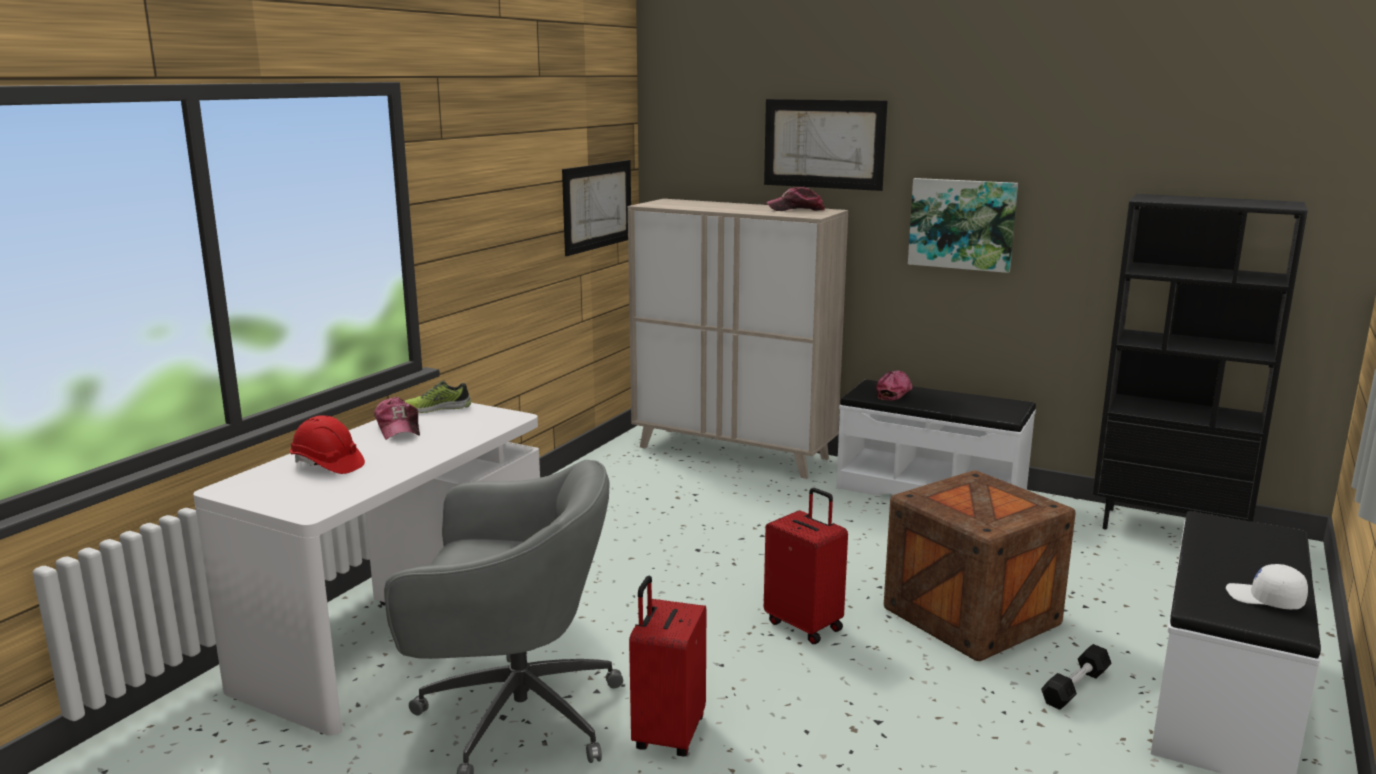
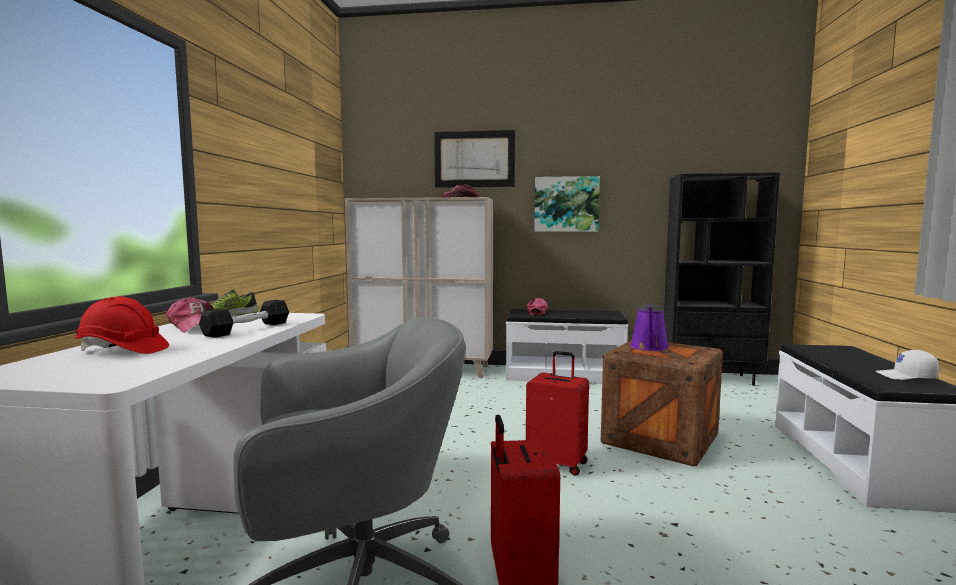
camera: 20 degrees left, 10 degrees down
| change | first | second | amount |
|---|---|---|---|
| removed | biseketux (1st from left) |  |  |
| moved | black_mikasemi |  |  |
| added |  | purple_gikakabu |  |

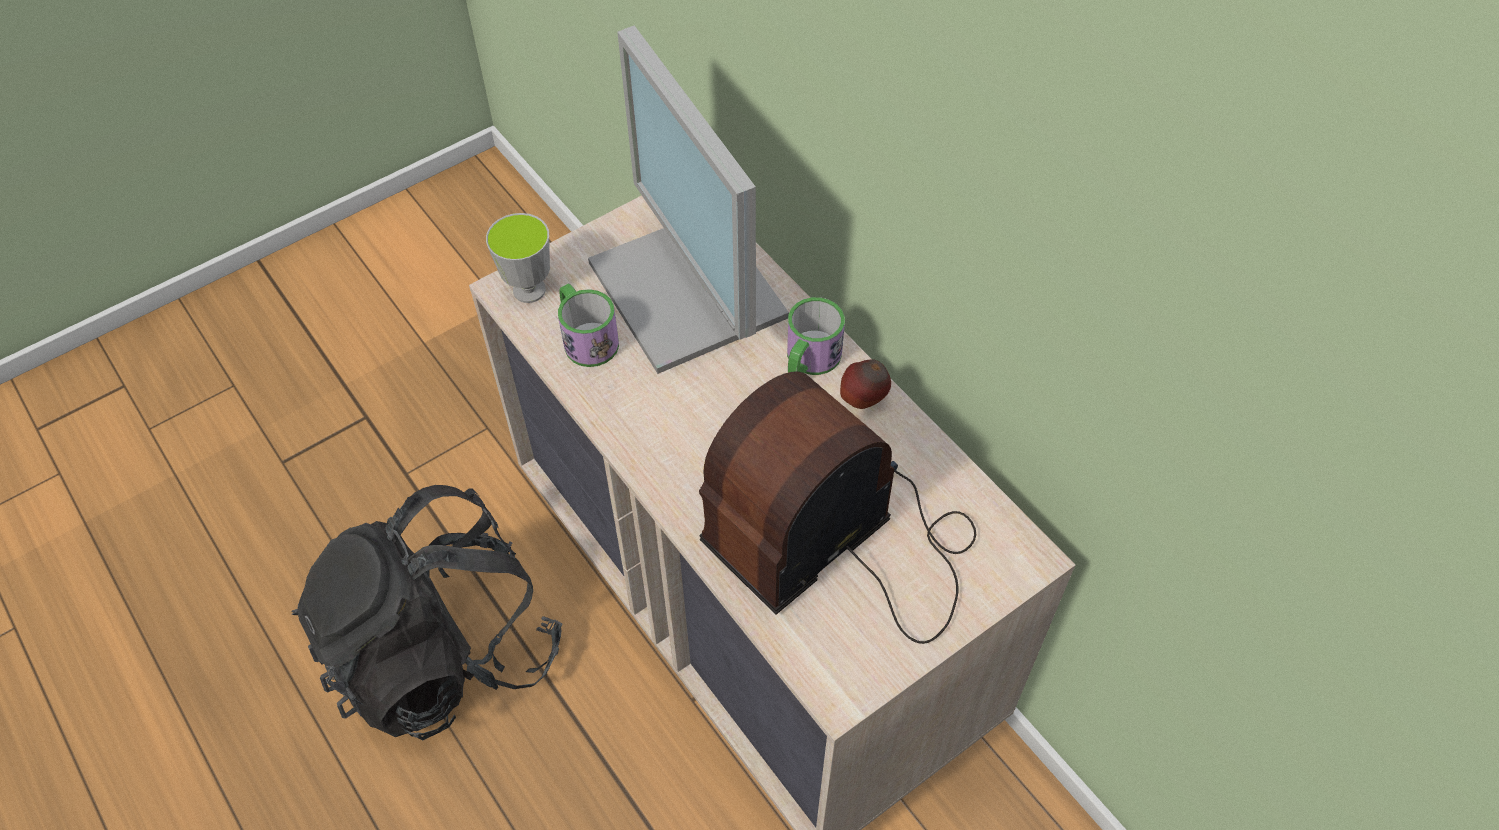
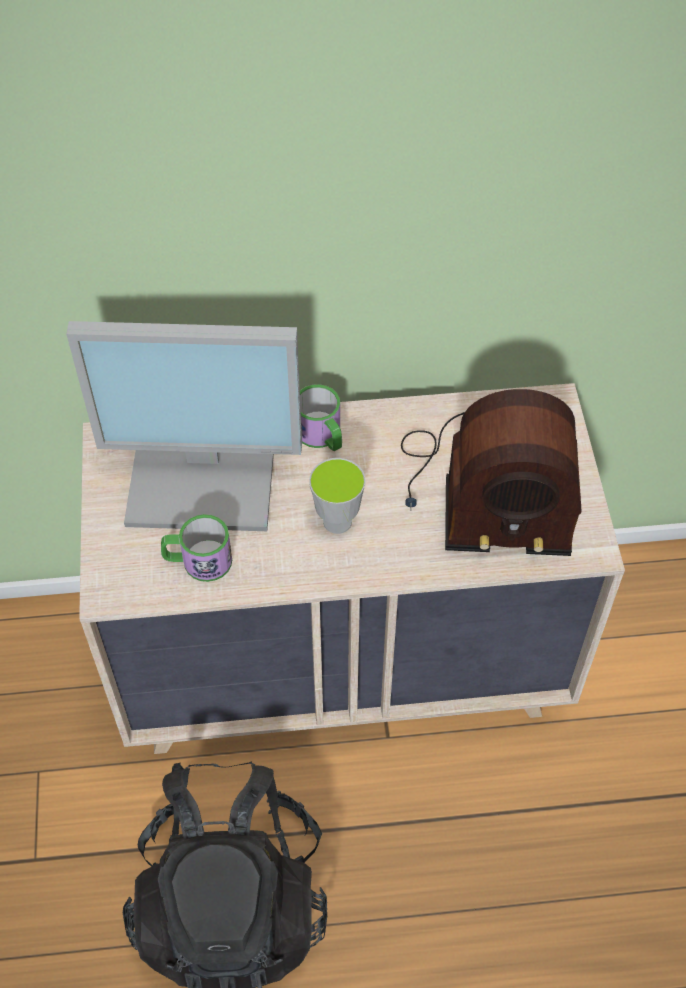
camera: 60 degrees left, 0 degrees up
| change | first | second | amount |
|---|---|---|---|
| moved | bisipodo |  |  |
| removed | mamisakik |  |  |
| turned | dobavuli |  | 75 degrees counterclockwise |

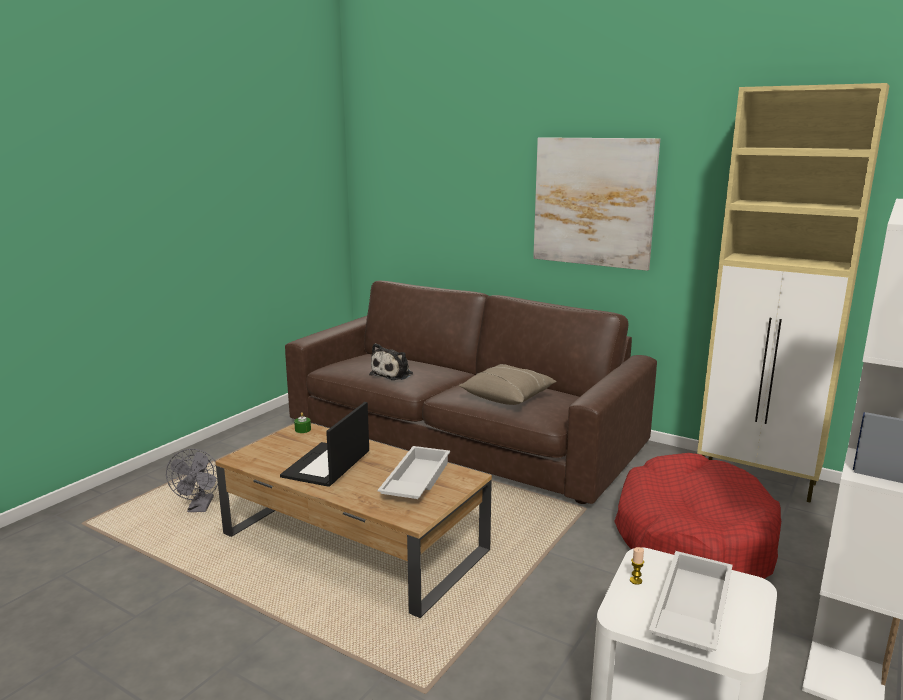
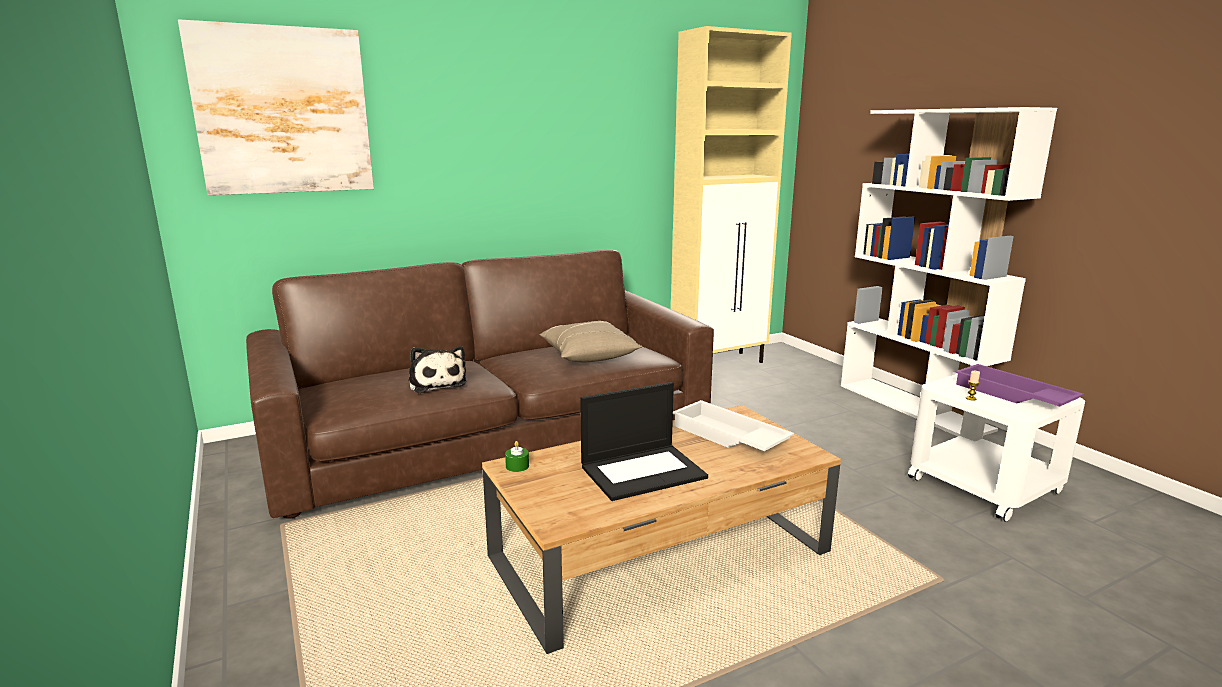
camera: 60 degrees left, 0 degrees up
| change | first | second | amount |
|---|---|---|---|
| moved | biseketux |  |  |
| turned | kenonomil |  | 75 degrees counterclockwise |
| removed | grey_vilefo |  |  |
| removed | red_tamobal |  |  |
| recoloured | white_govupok (2nd from left) | purple_govupok |  |

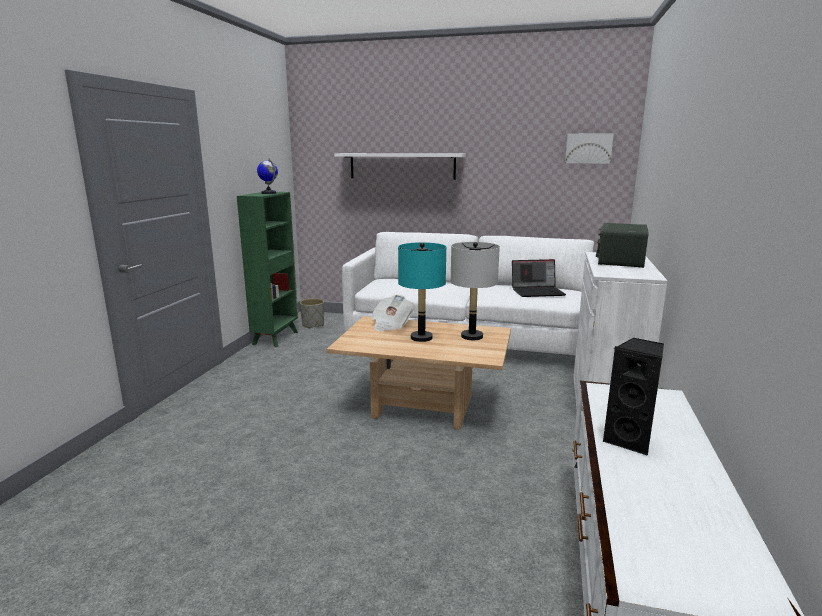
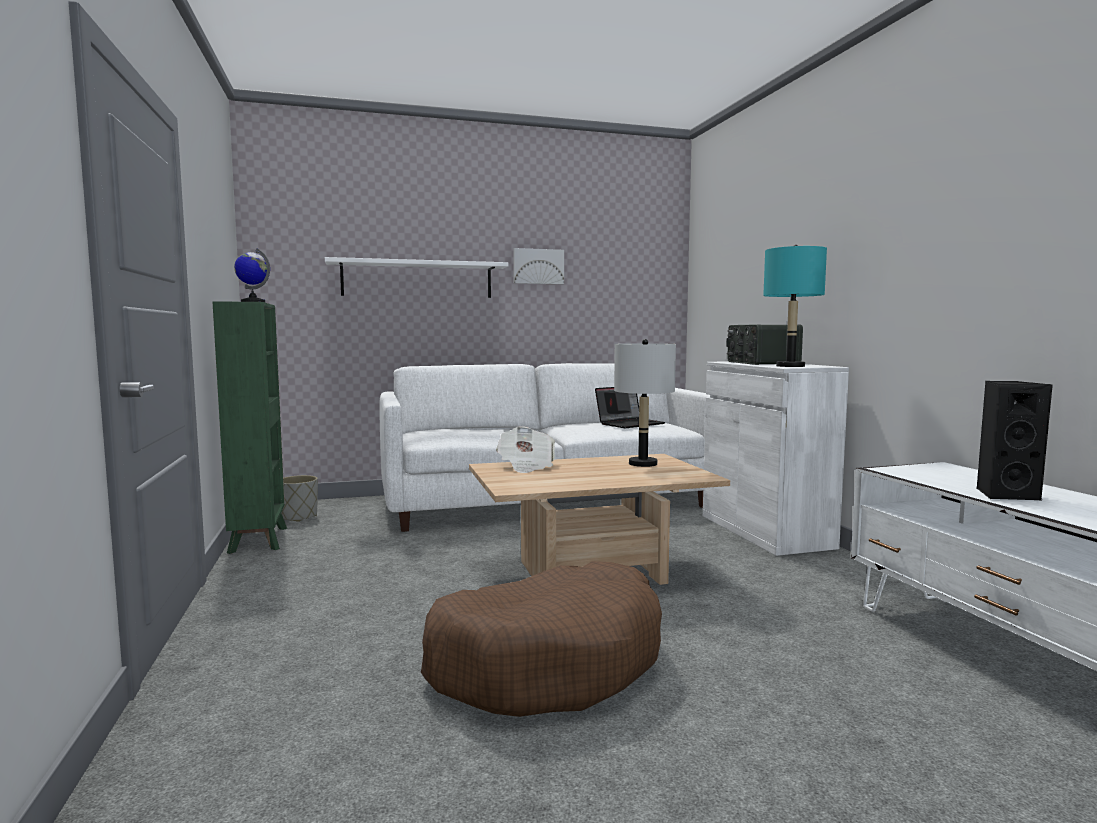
camera: 30 degrees left, 10 degrees down
| change | first | second | amount |
|---|---|---|---|
| moved | biseketux |  |  |
| moved | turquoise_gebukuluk |  |  |
| added |  | brown_tamobal |  |

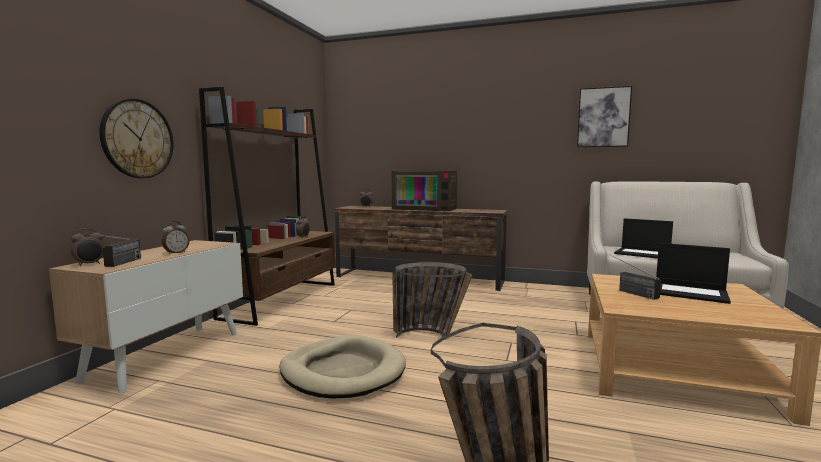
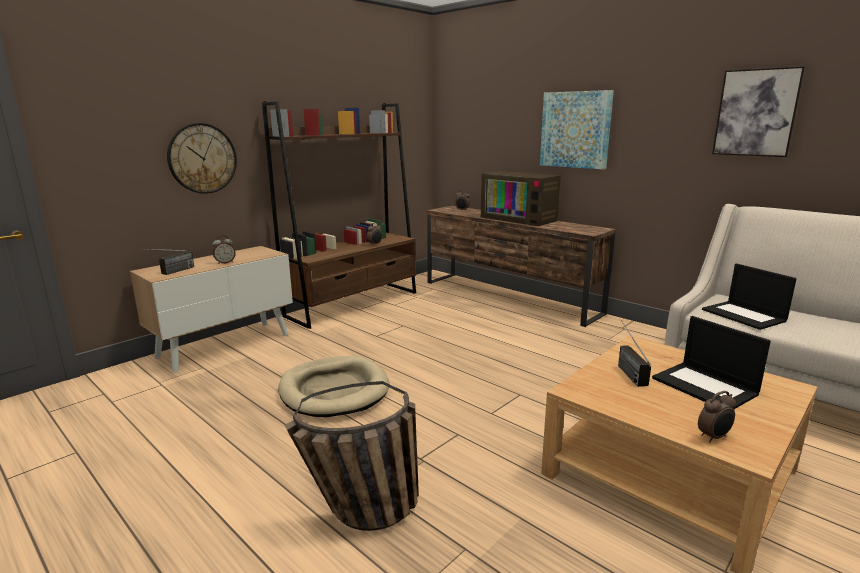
camera: 25 degrees right, 10 degrees up
| change | first | second | amount |
|---|---|---|---|
| moved | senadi (1st from left in the first image) | senadi (4th from left) |  |
| removed | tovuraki (1st from left) |  |  |
| added |  | biseketux (1st from left) |  |

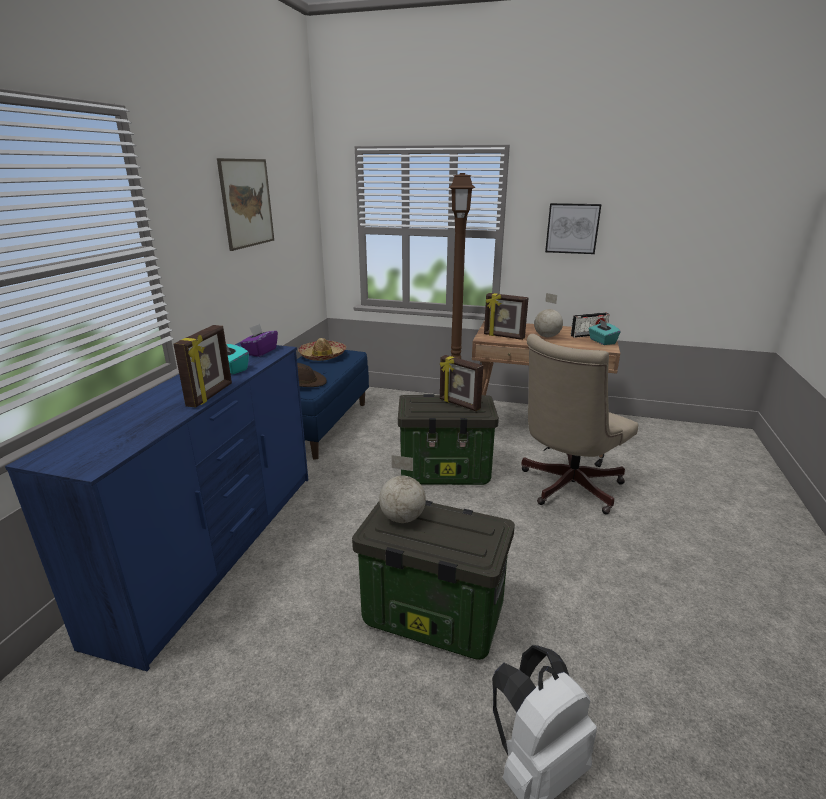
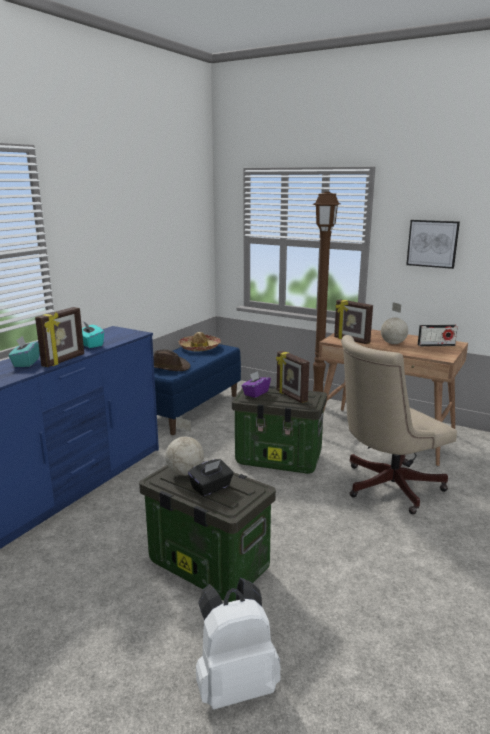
camera: 15 degrees right, 5 degrees down
| change | first | second | amount |
|---|---|---|---|
| removed | biseketux (1st from left) |  |  |
| moved | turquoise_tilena (2nd from left in the first image) | turquoise_tilena (1st from left) |  |
| moved | purple_tilena |  |  |
| added |  | black_tilena |  |

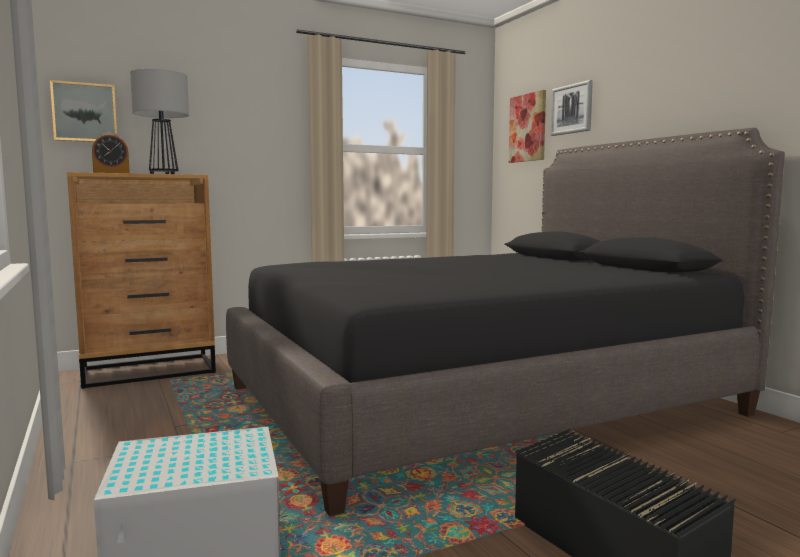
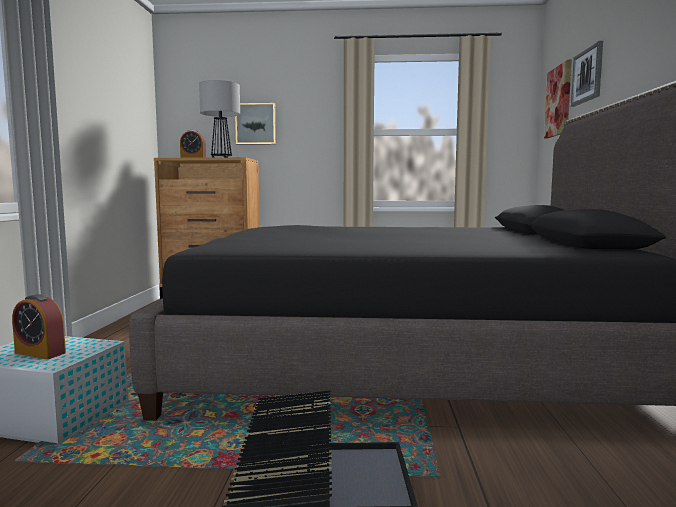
camera: 30 degrees right, 0 degrees up
| change | first | second | amount |
|---|---|---|---|
| moved | biseketux (1st from left) |  |  |
| added |  | senadi (1st from left) |  |

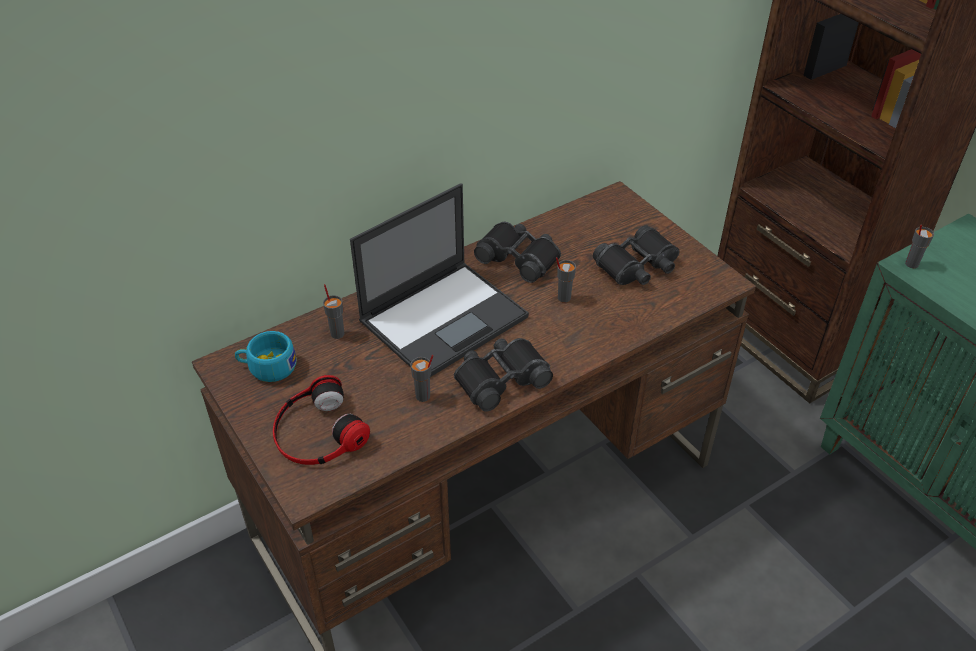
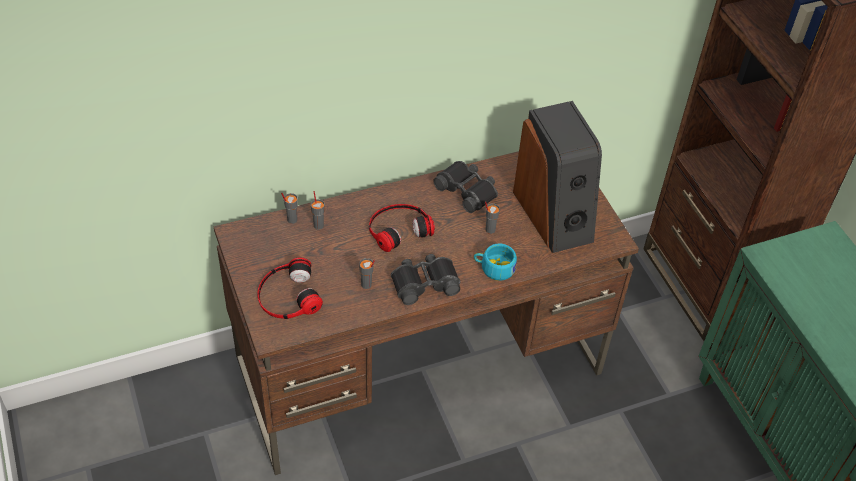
camera: 10 degrees right, 5 degrees up
| change | first | second | amount |
|---|---|---|---|
| replaced | kenonomil | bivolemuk (2nd from left) |  |
| replaced | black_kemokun (3rd from left) | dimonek |  |
| moved | grey_bisipodo (4th from left in the first image) | grey_bisipodo (1st from left) |  |
| moved | turquoise_bisipodo |  |  |

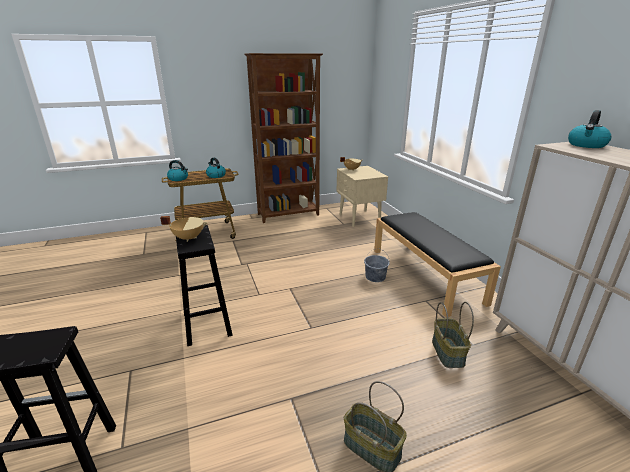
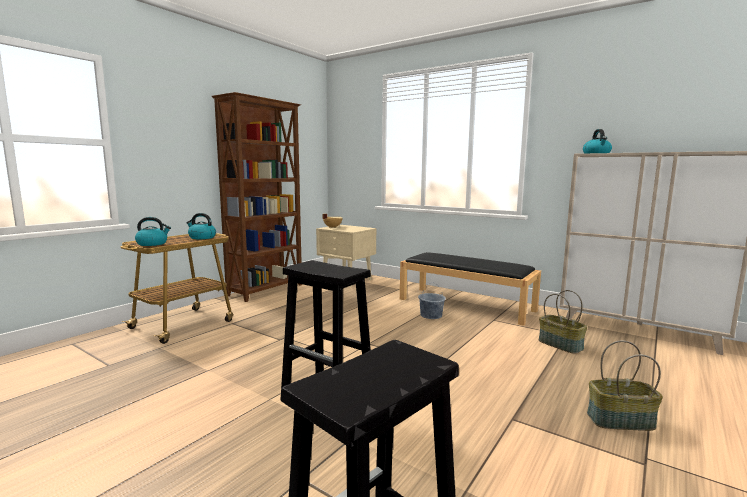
camera: 35 degrees left, 15 degrees down
| change | first | second | amount |
|---|---|---|---|
| removed | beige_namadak (1st from left) |  |  |

